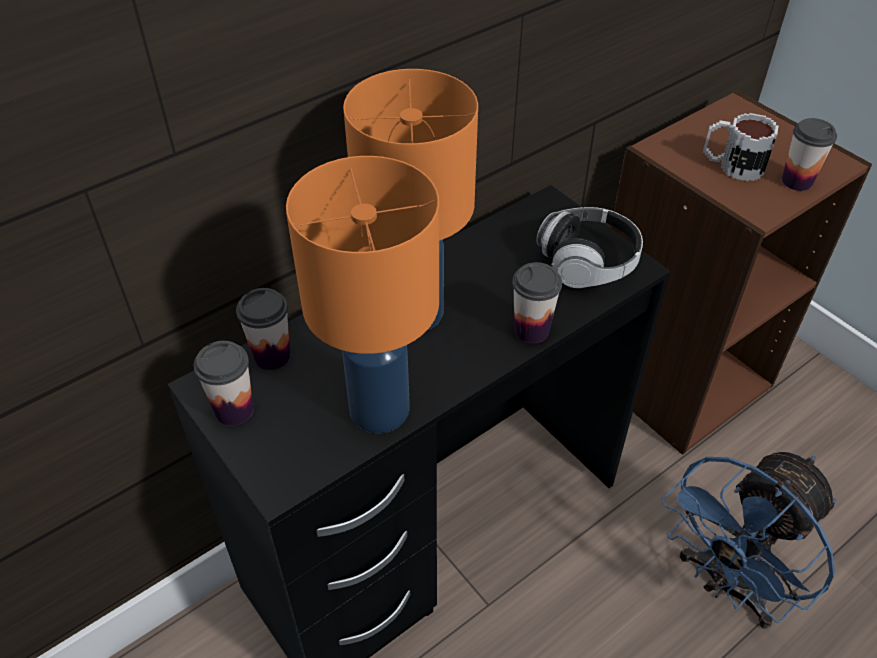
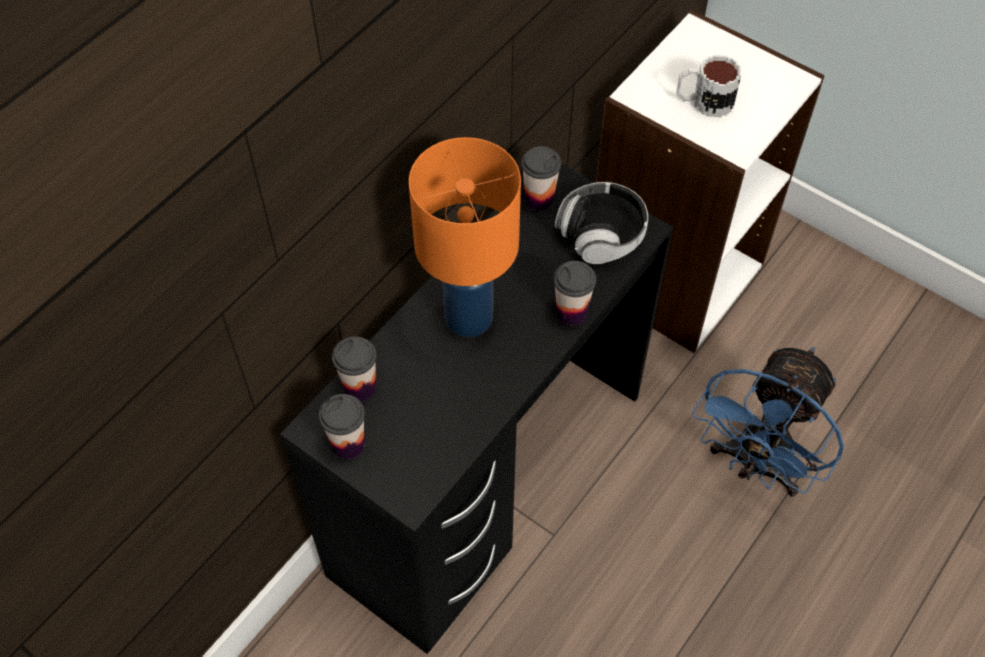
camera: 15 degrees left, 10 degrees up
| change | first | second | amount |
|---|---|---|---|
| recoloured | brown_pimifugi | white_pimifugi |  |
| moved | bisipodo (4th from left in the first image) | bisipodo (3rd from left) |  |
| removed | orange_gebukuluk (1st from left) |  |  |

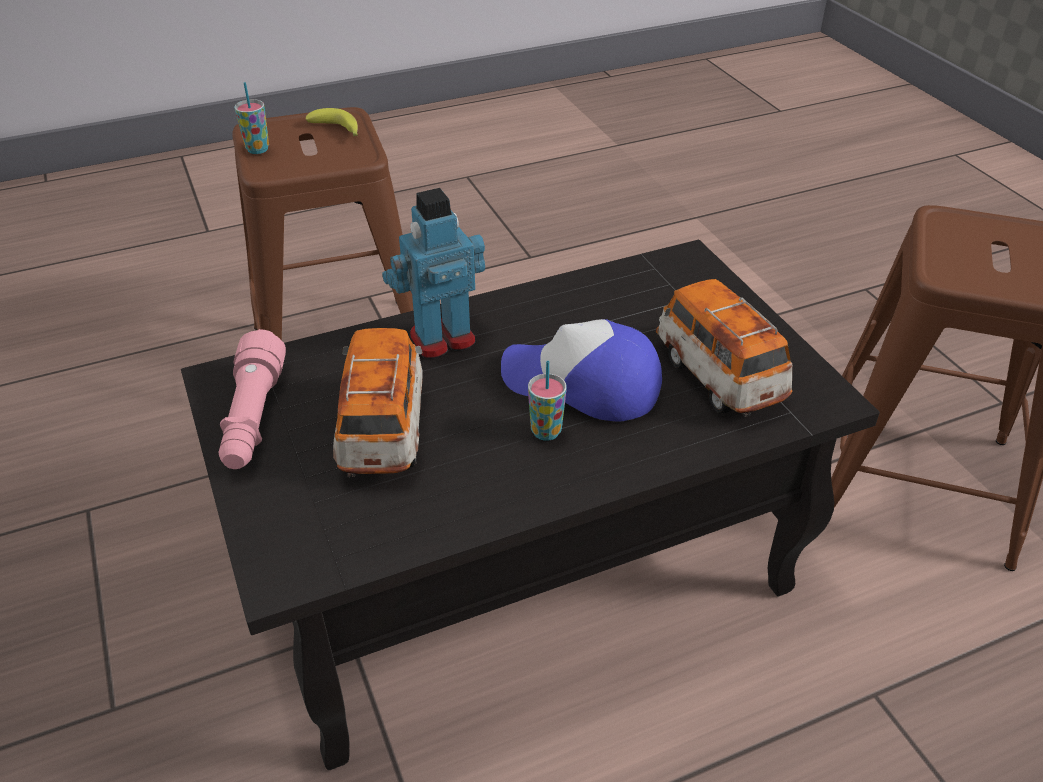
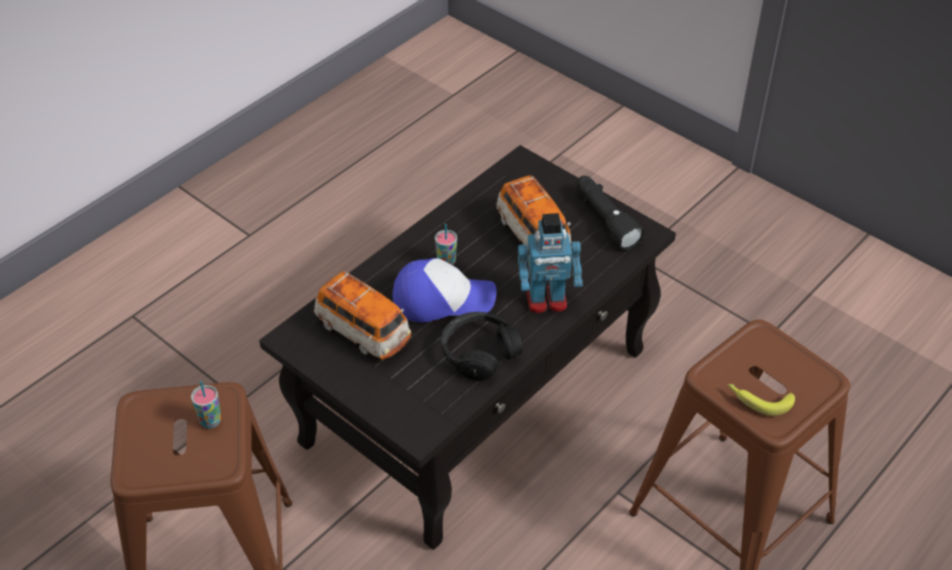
camera: 155 degrees right, 5 degrees up
| change | first | second | amount |
|---|---|---|---|
| moved | bisipodo (1st from left) |  |  |
| turned | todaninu |  | 45 degrees clockwise |
| recoloured | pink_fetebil | black_fetebil |  |
| added |  | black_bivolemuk |  |

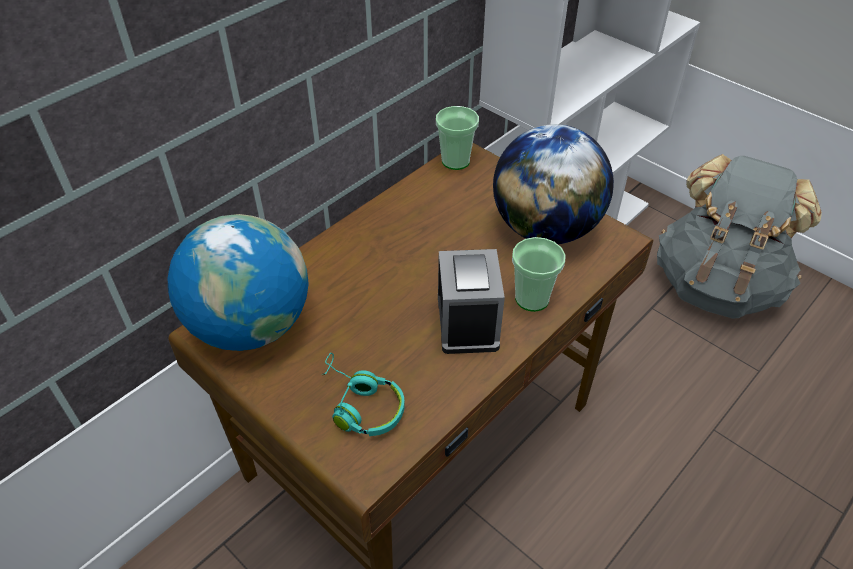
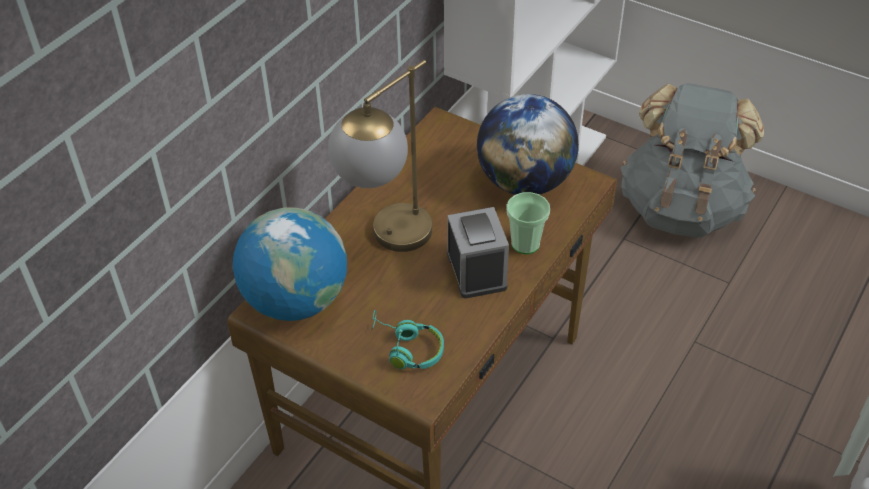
camera: 10 degrees left, 0 degrees up
| change | first | second | amount |
|---|---|---|---|
| removed | bisipodo (1st from left) |  |  |
| added |  | gebukuluk |  |

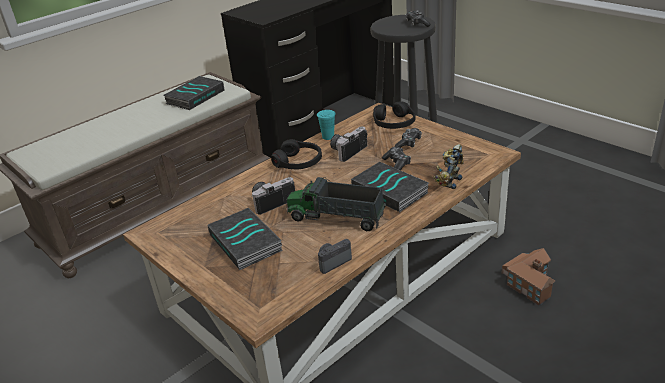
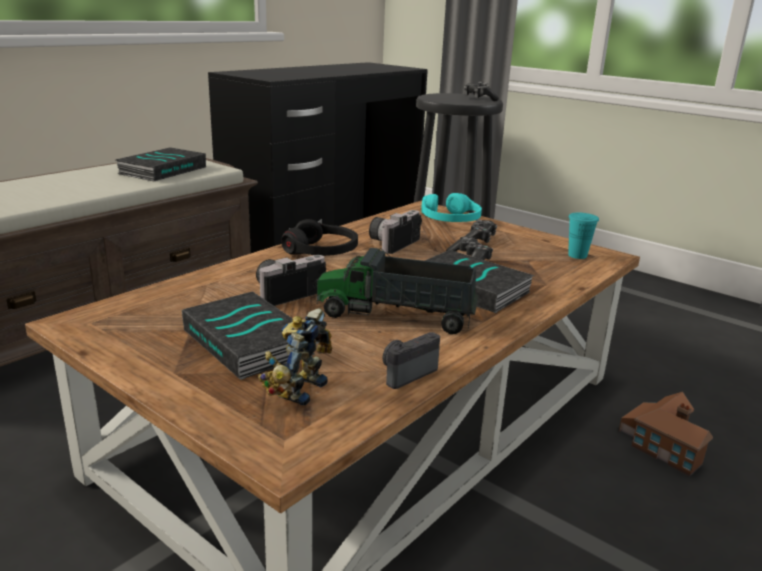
camera: 10 degrees left, 10 degrees down
| change | first | second | amount |
|---|---|---|---|
| recoloured | black_bivolemuk (2nd from left) | turquoise_bivolemuk |  |
| moved | turquoise_bisipodo |  |  |
| moved | todaninu |  |  |

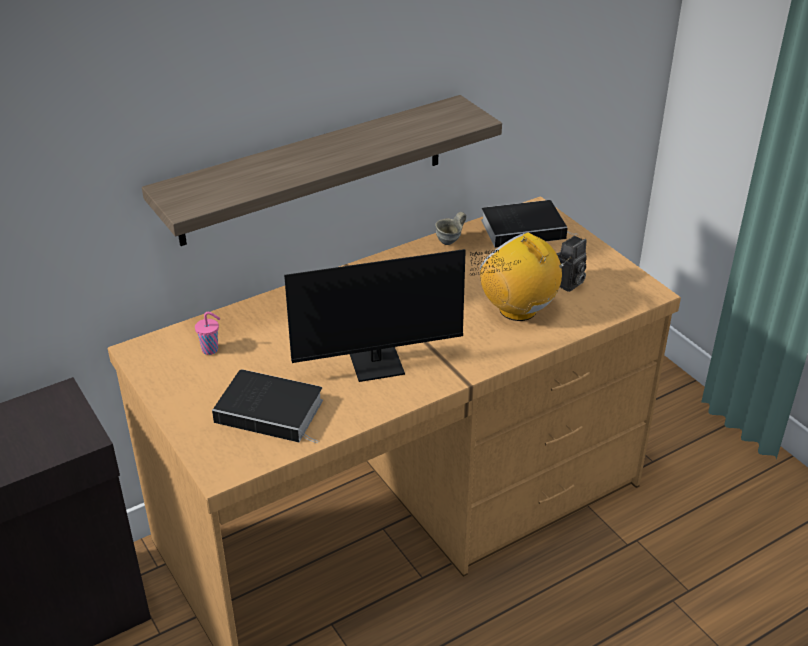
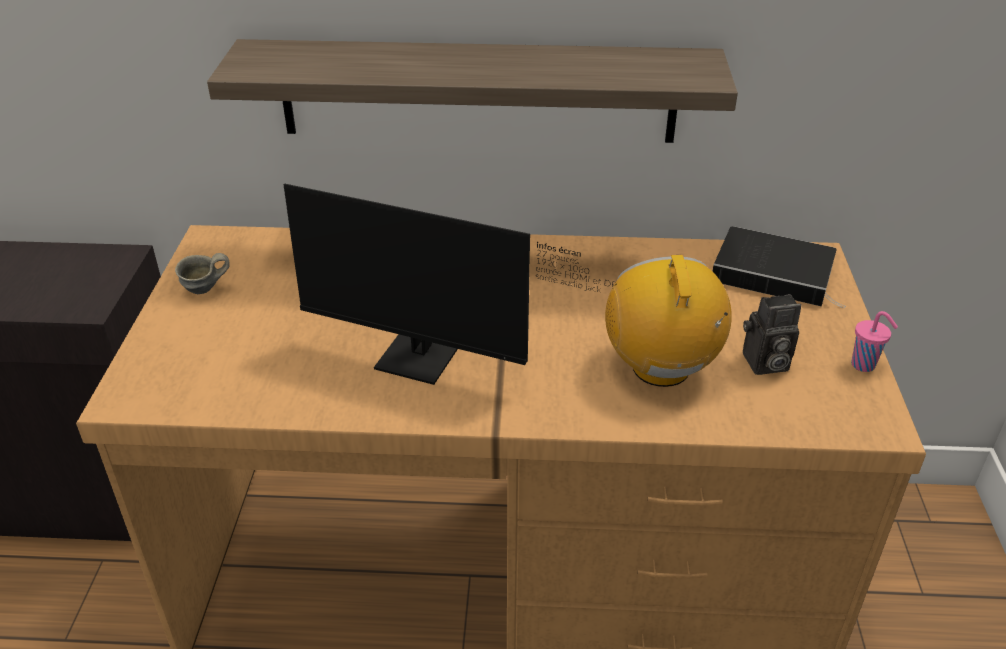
camera: 35 degrees right, 0 degrees up
| change | first | second | amount |
|---|---|---|---|
| moved | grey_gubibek |  |  |
| moved | pink_bisipodo |  |  |
| removed | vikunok (1st from left) |  |  |

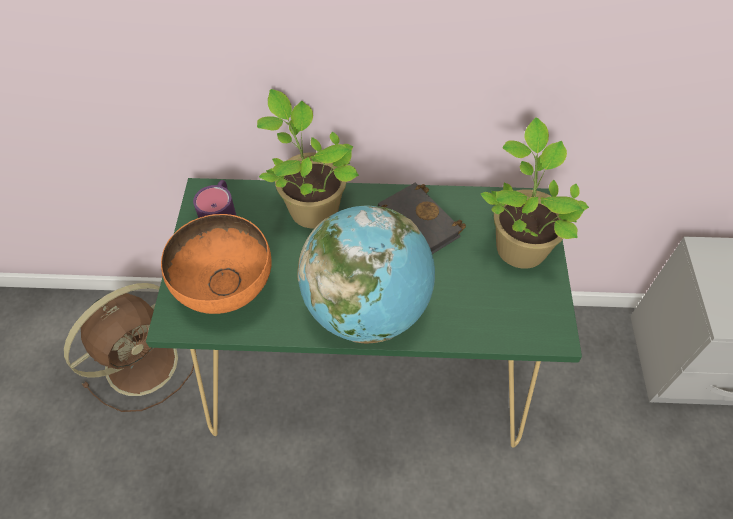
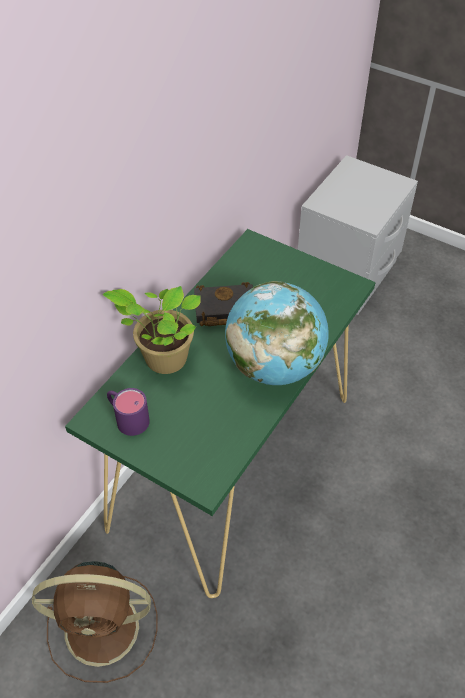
camera: 60 degrees left, 5 degrees down
| change | first | second | amount |
|---|---|---|---|
| removed | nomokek (2nd from left) |  |  |
| removed | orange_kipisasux |  |  |
| turned | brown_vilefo |  | 105 degrees clockwise |

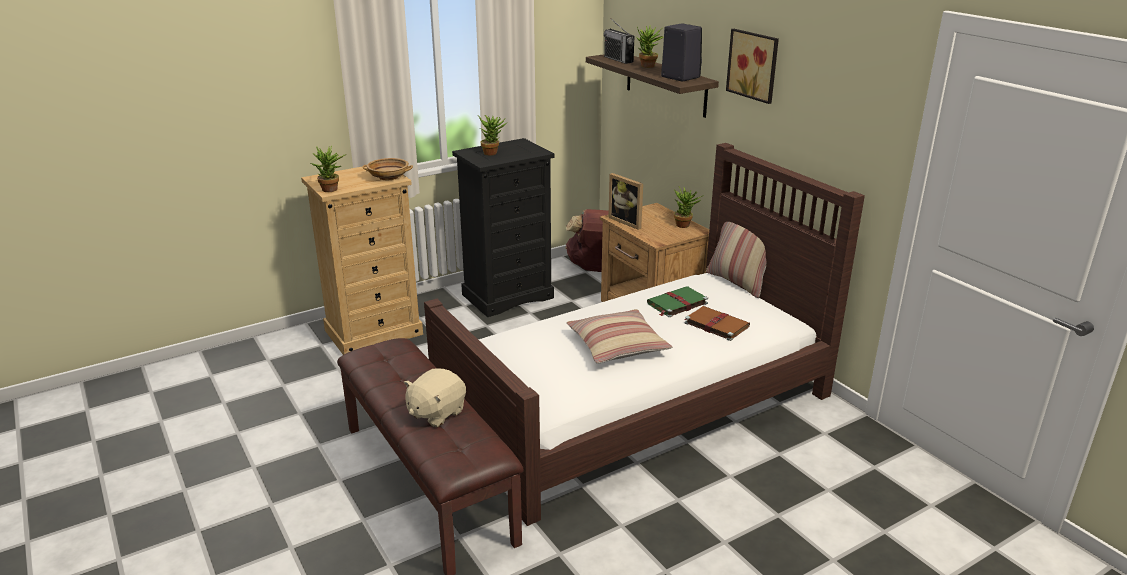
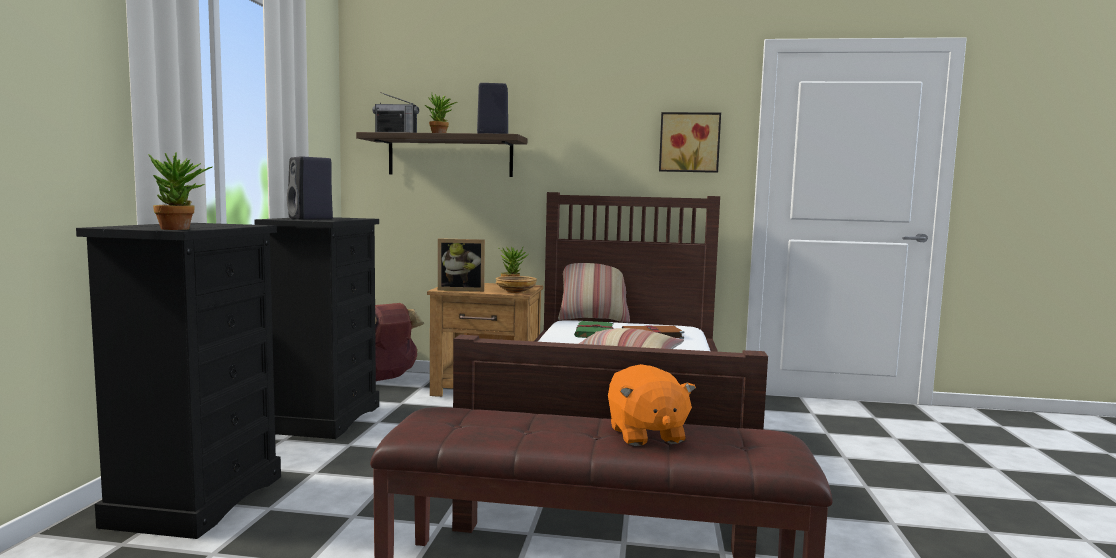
camera: 50 degrees left, 20 degrees down
| change | first | second | amount |
|---|---|---|---|
| moved | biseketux |  |  |
| replaced | nomokek (2nd from left) | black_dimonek (1st from left) |  |
| moved | beige_kipisasux |  |  |
| recoloured | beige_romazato | black_romazato (1st from left) |  |
| recoloured | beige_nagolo | orange_nagolo |  |

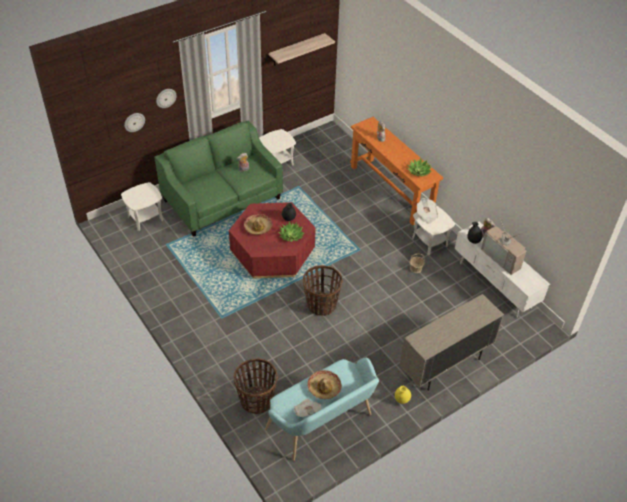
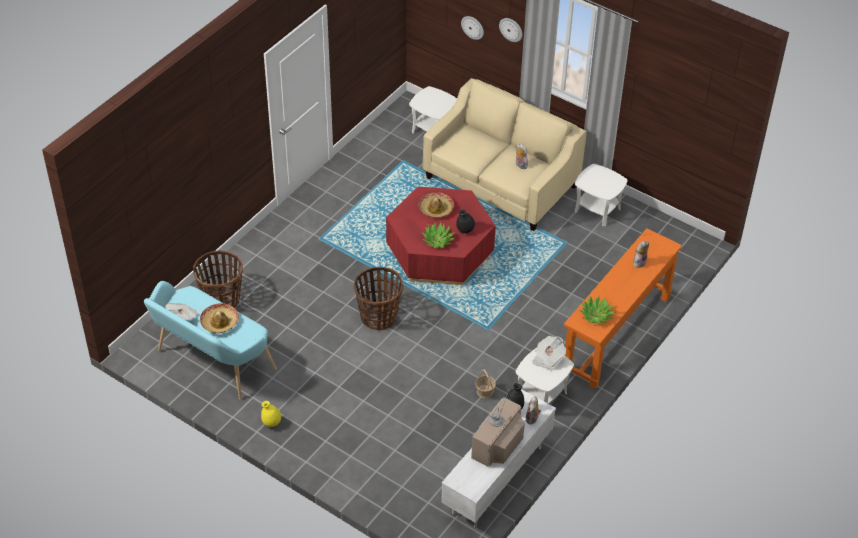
camera: 70 degrees right, 0 degrees up
| change | first | second | amount |
|---|---|---|---|
| removed | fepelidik |  |  |
| recoloured | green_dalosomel | beige_dalosomel |  |
| removed | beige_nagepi |  |  |

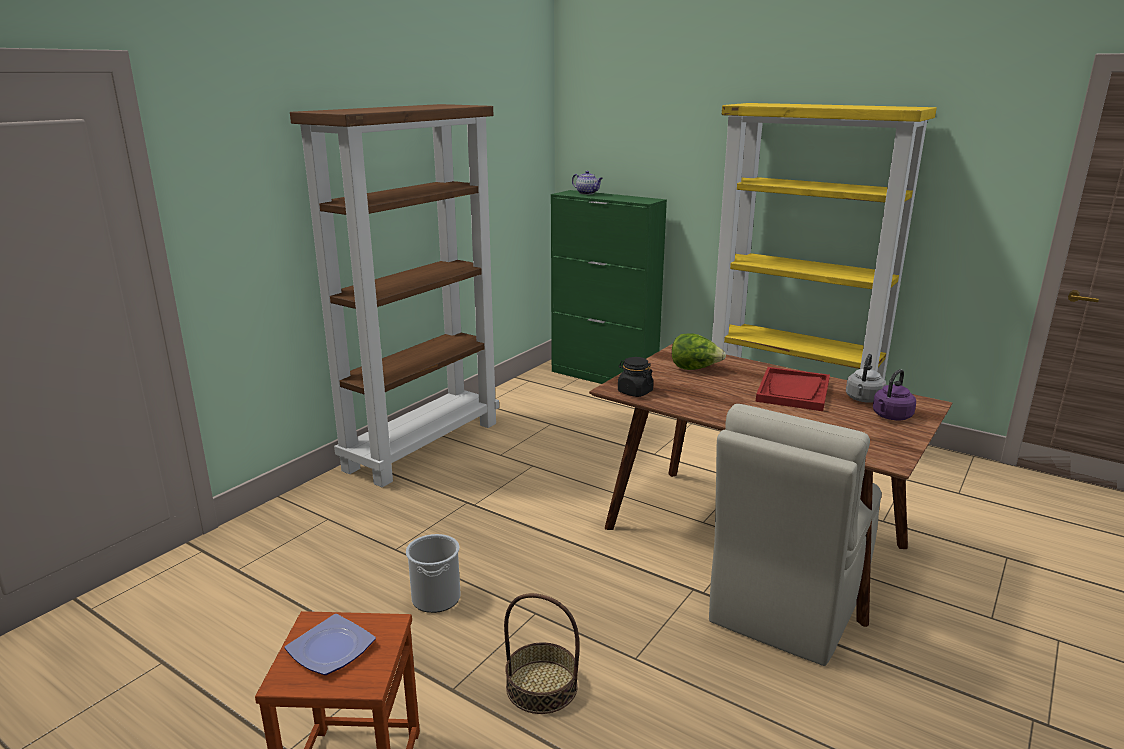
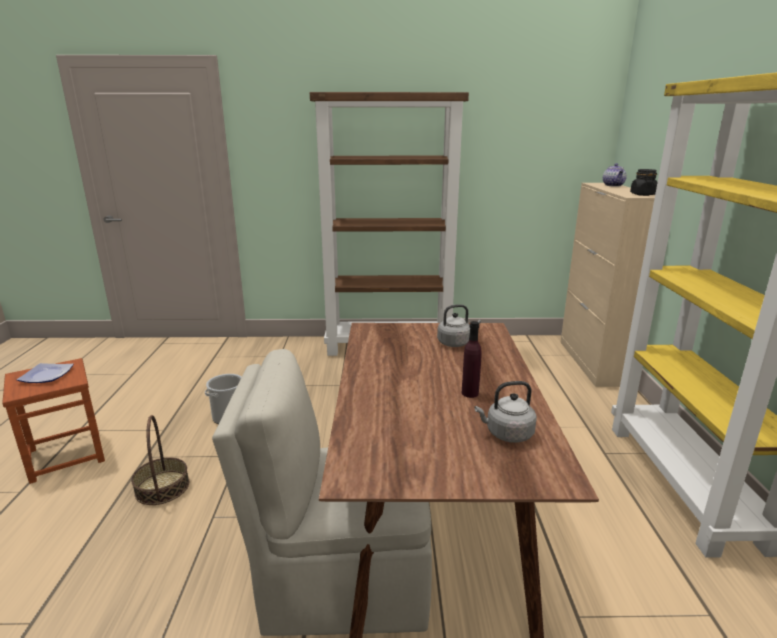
camera: 55 degrees right, 0 degrees up
| change | first | second | amount |
|---|---|---|---|
| recoloured | green_nagepi | beige_nagepi |  |
| replaced | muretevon | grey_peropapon (1st from left) |  |
| moved | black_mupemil |  |  |
| replaced | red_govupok | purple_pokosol |  |
| removed | purple_peropapon |  |  |

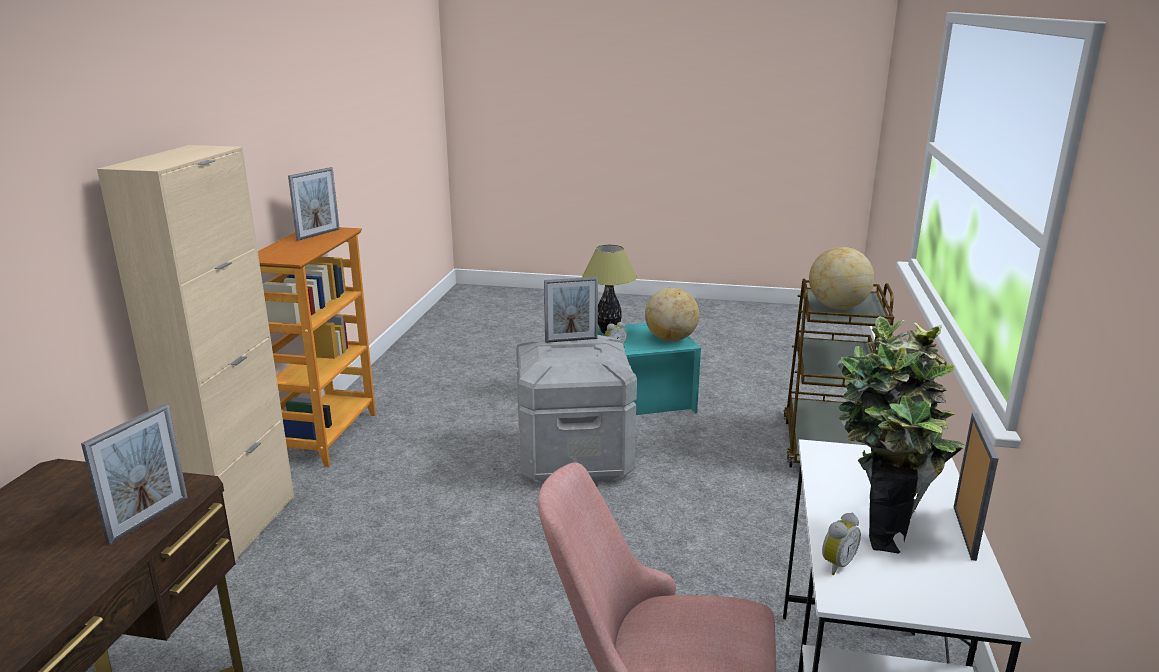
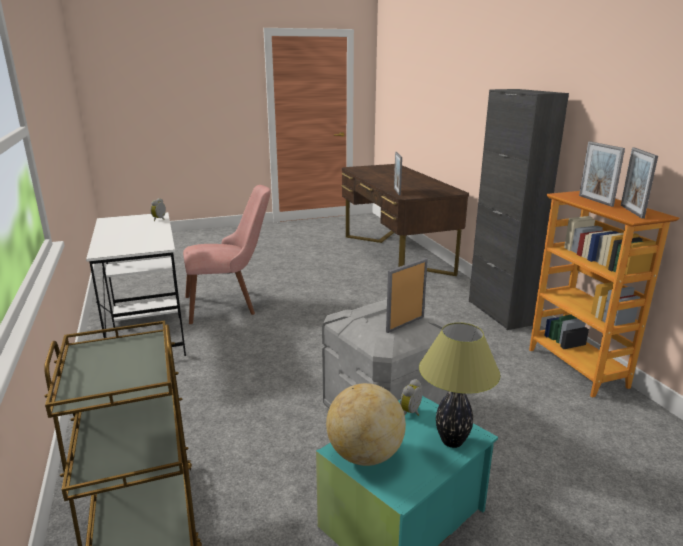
camera: 150 degrees right, 0 degrees up
| change | first | second | amount |
|---|---|---|---|
| recoloured | beige_nagepi | black_nagepi |  |
| removed | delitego (2nd from left) |  |  |
| removed | nomokek |  |  |
| moved | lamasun (4th from left in the first image) | lamasun (3rd from left) |  |

